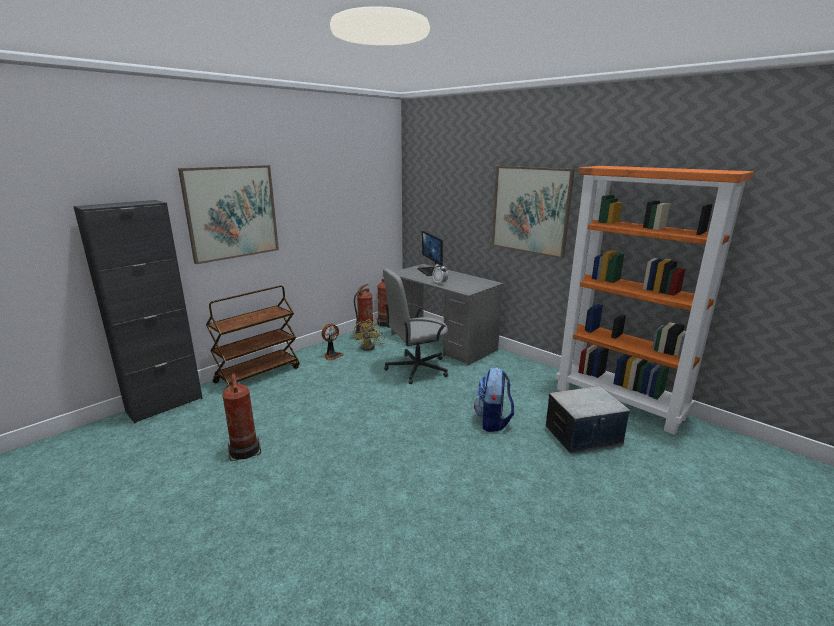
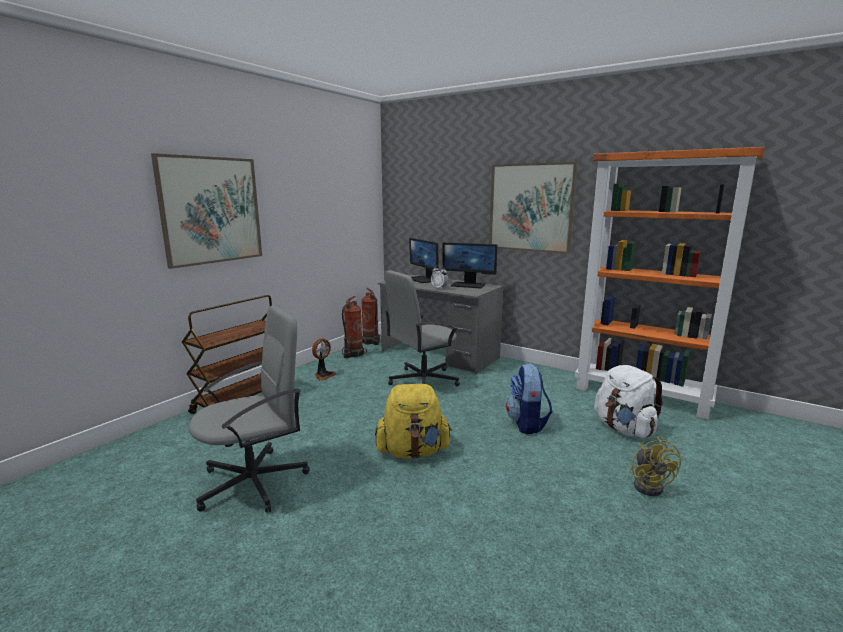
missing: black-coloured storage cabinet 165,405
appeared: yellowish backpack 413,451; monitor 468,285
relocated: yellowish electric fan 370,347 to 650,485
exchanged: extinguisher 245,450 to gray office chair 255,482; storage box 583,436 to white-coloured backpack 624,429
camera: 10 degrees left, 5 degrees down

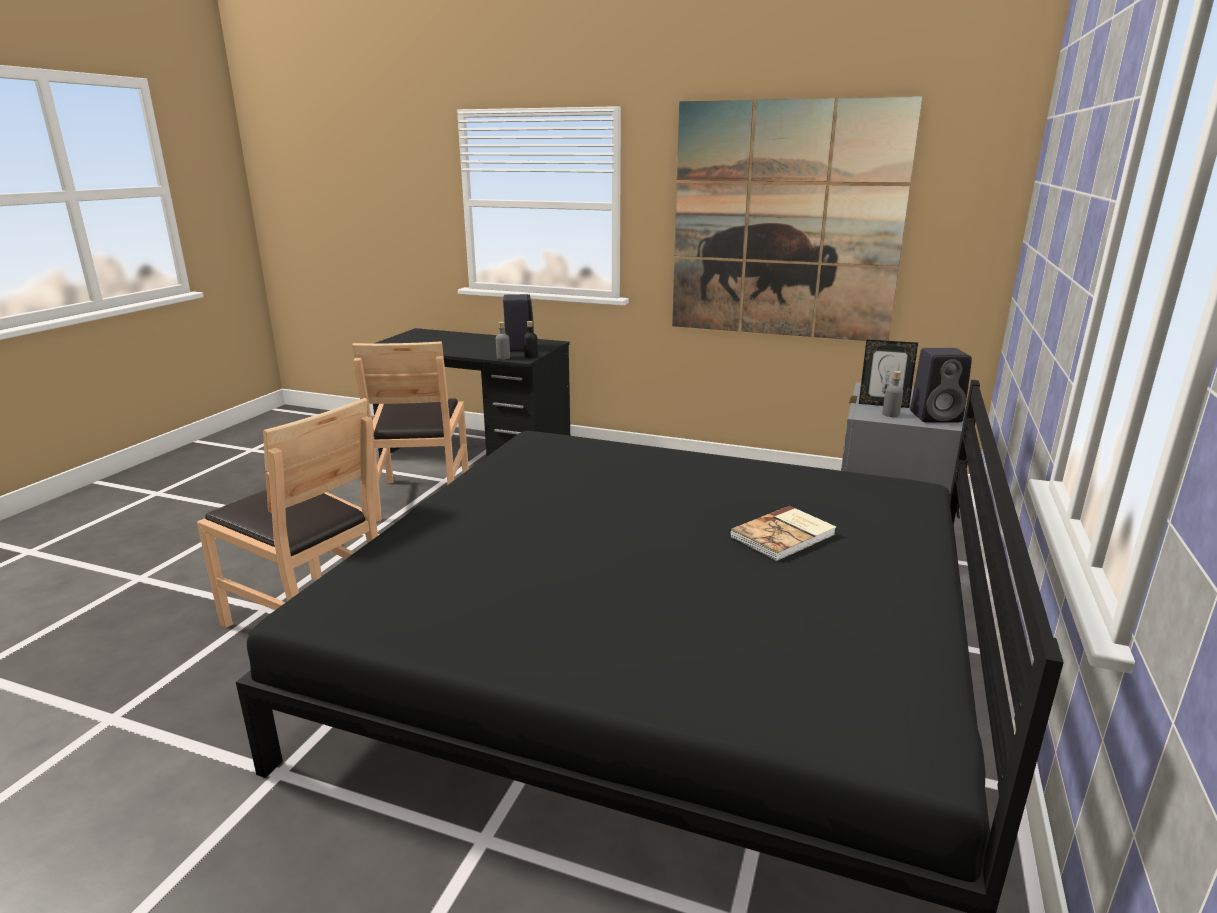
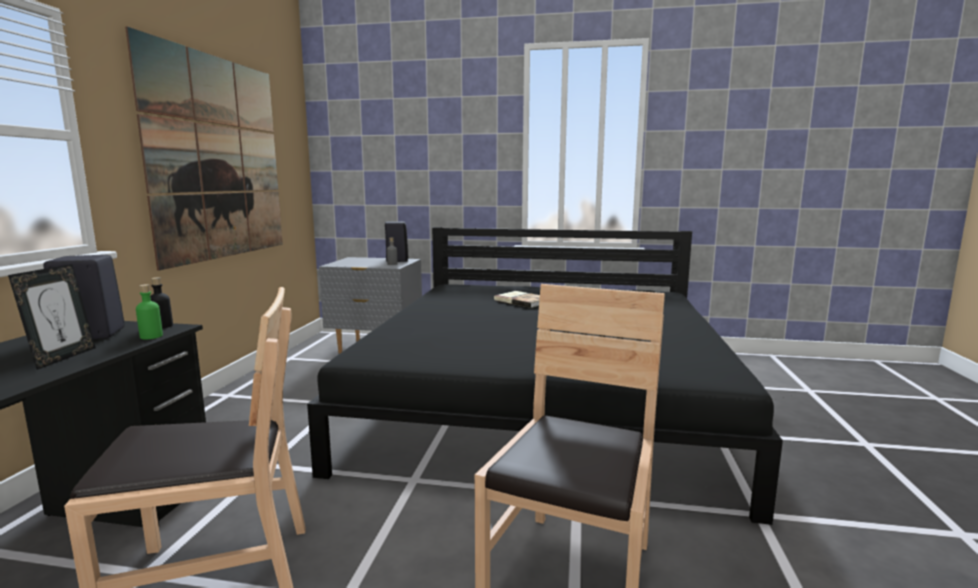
relocated: picture frame 883,404 to 62,358
colour: gray beverage bottle 503,357 to greenish beverage bottle 151,336
camera: 100 degrees left, 10 degrees down

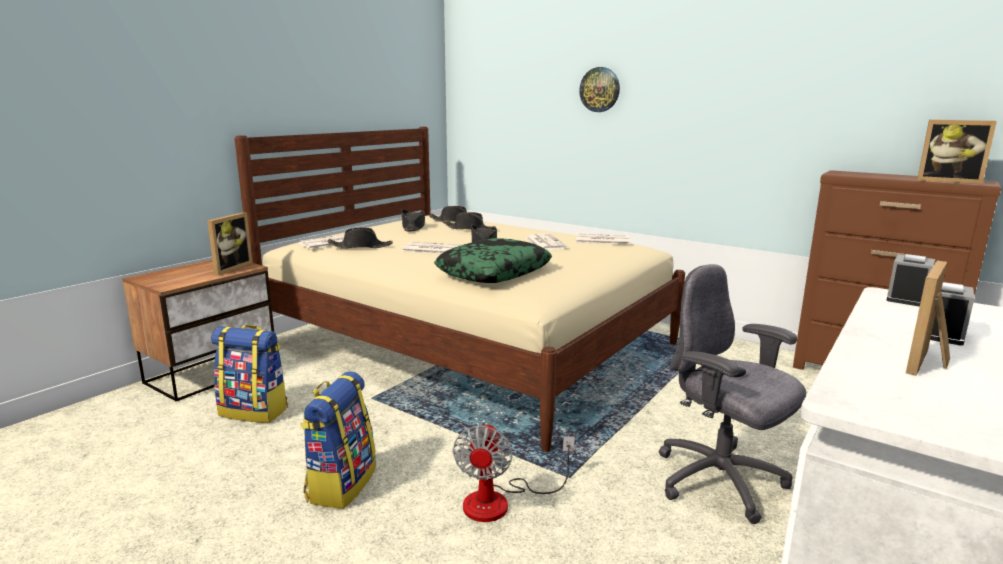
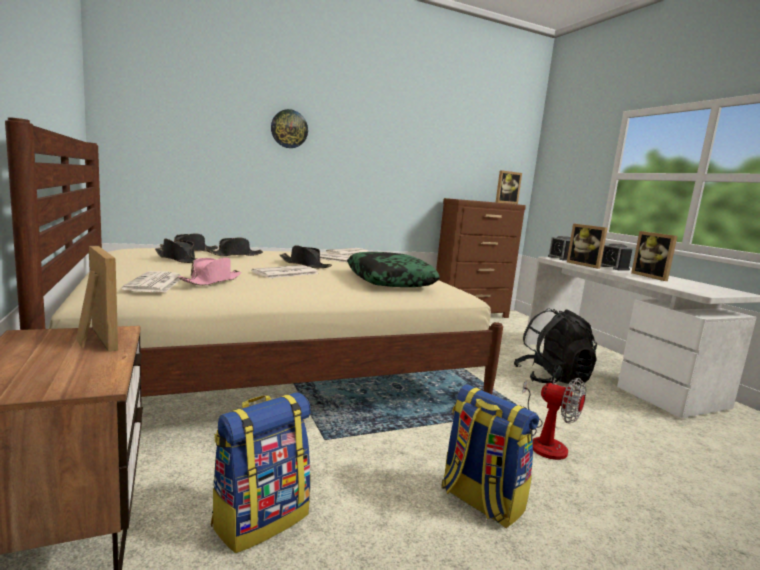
appeared: picture frame 585,265
exchanged: gray office chair 720,482 to black-coloured backpack 552,379
colour: black-coloured wearable hat 361,246 to pinkish wearable hat 212,281
camera: 60 degrees left, 5 degrees down

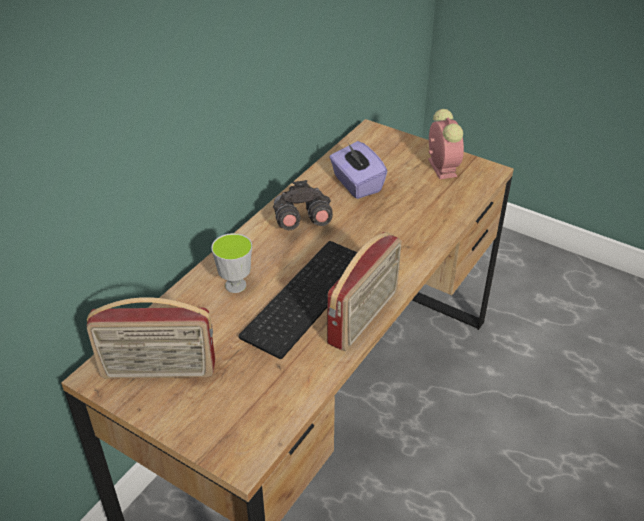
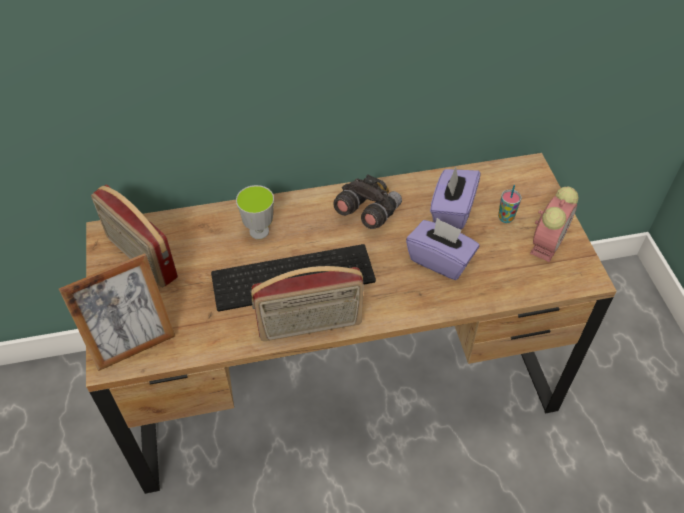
appeared: picture frame 133,344; purplish box of tissues 440,260; small cup 505,218
camera: 45 degrees right, 10 degrees up

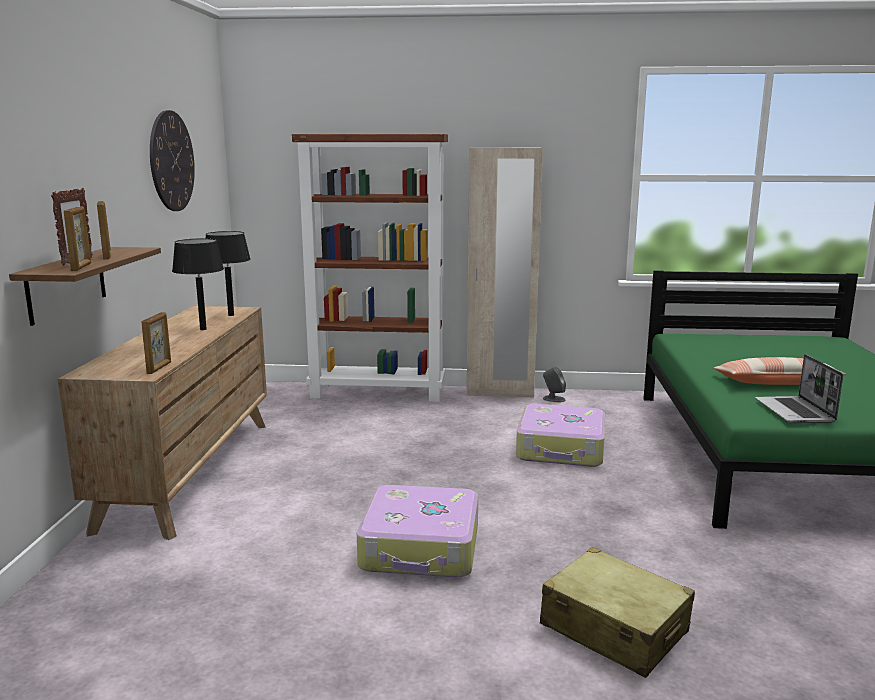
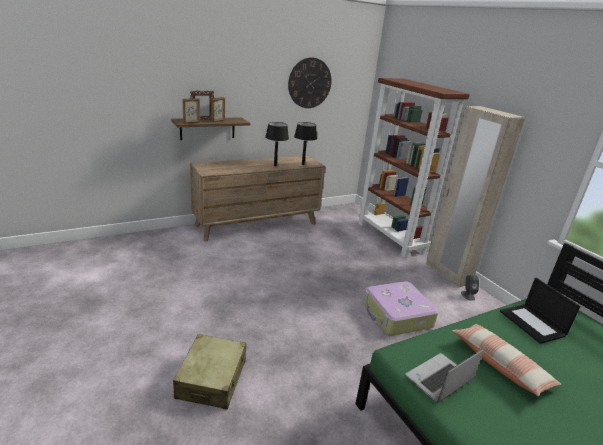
missing: picture frame 159,368; travel case 421,548
appeared: notebook computer 533,323
camera: 55 degrees right, 10 degrees up

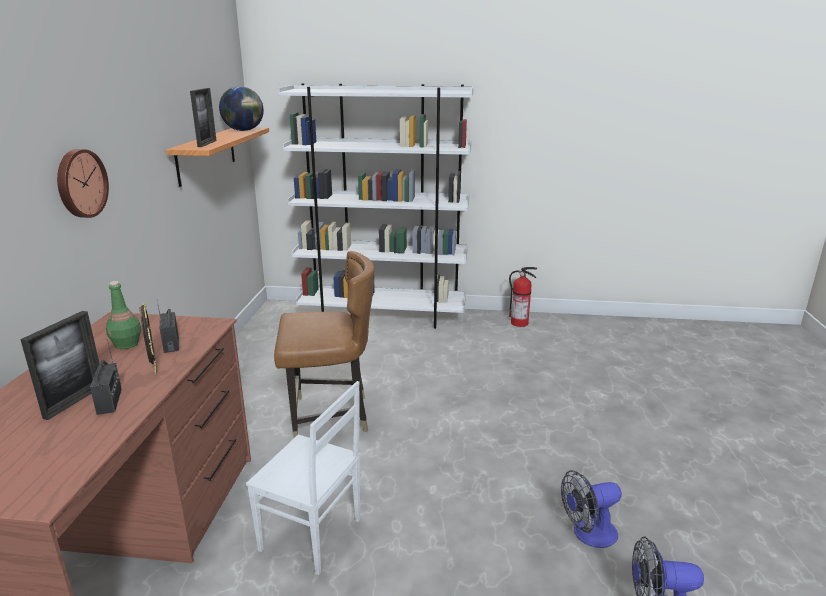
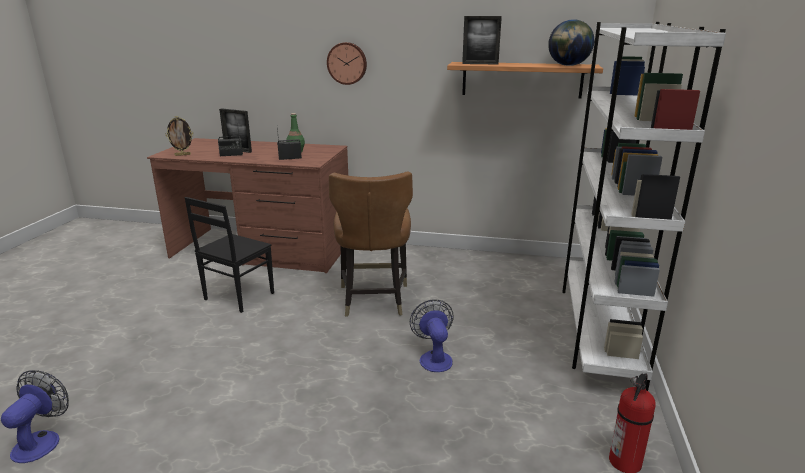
relocated: picture frame 154,369 to 182,155; electric fan 588,534 to 434,357
colour: white-coloured plain chair 311,536 to black-coloured plain chair 237,296
camera: 95 degrees right, 0 degrees up

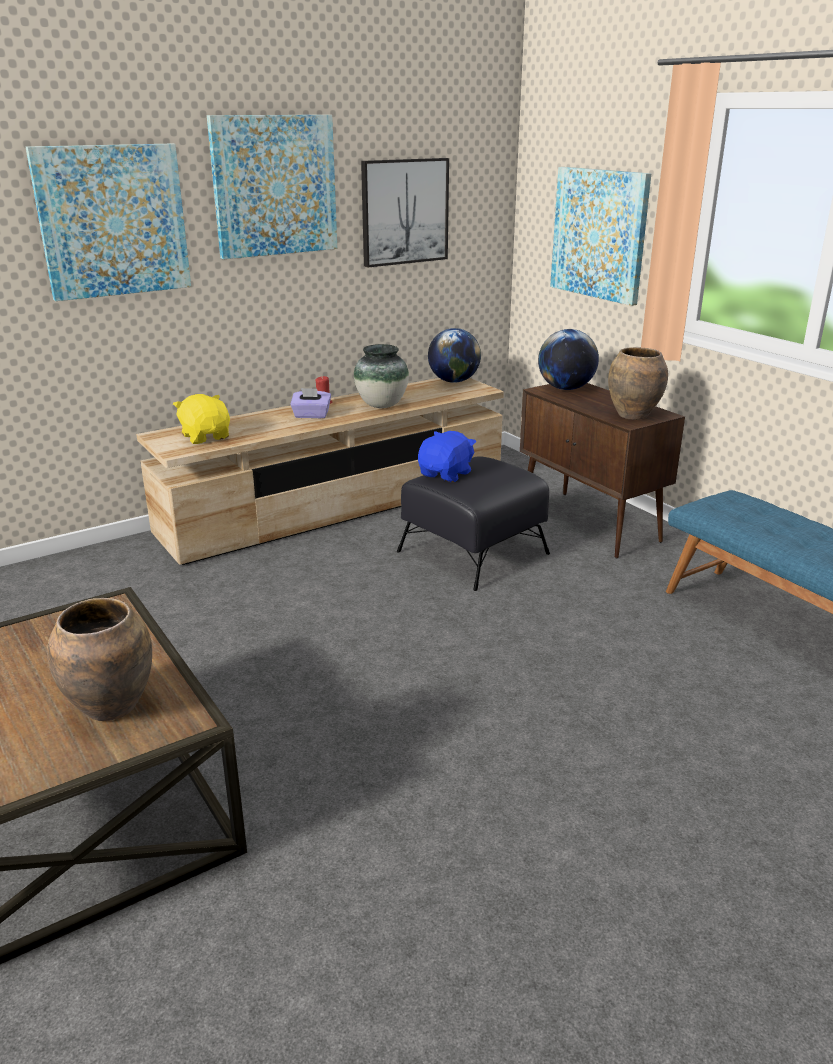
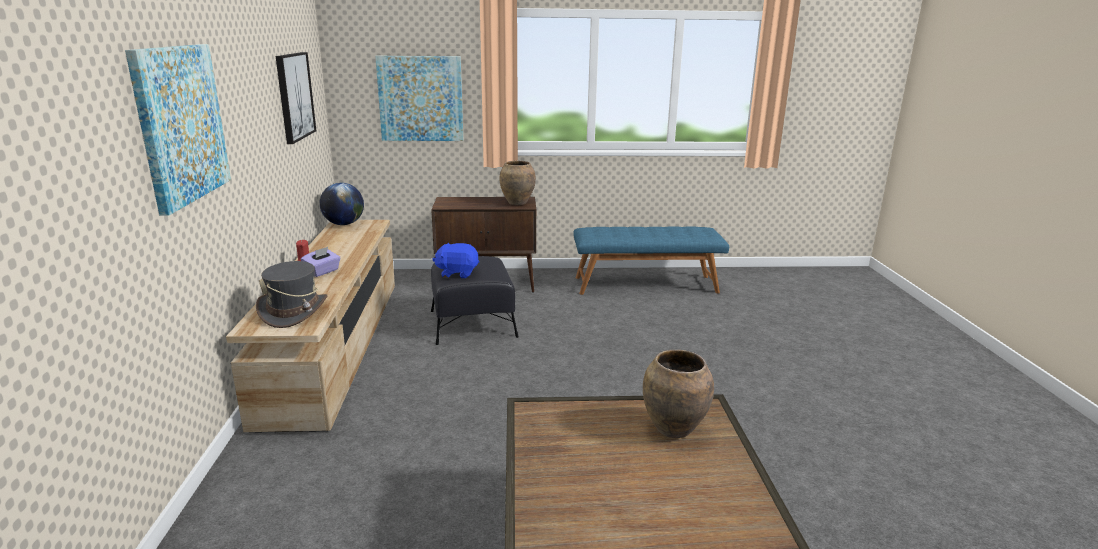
missing: wall picture 274,186; vase 381,405; globe 566,388
exchanged: yellowish plush toy 206,437 to gray wearable hat 294,312
spun: blue-coloured plush toy 446,474 = 457,273 60 degrees counterclockwise
camera: 60 degrees left, 5 degrees down

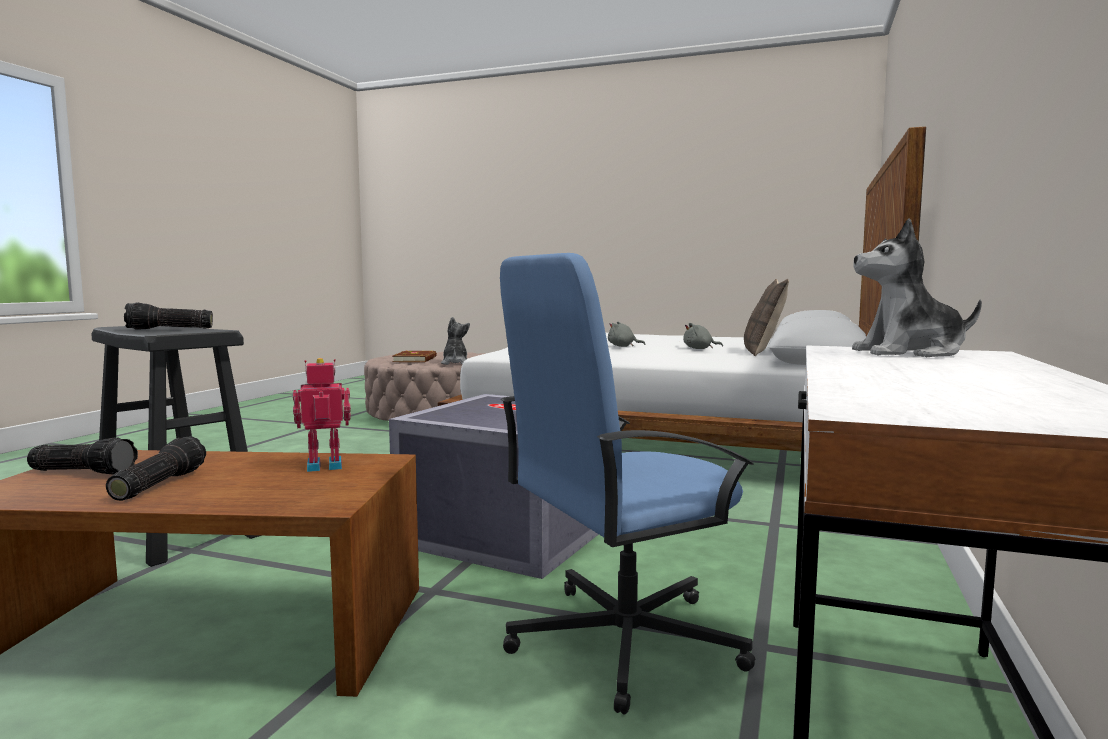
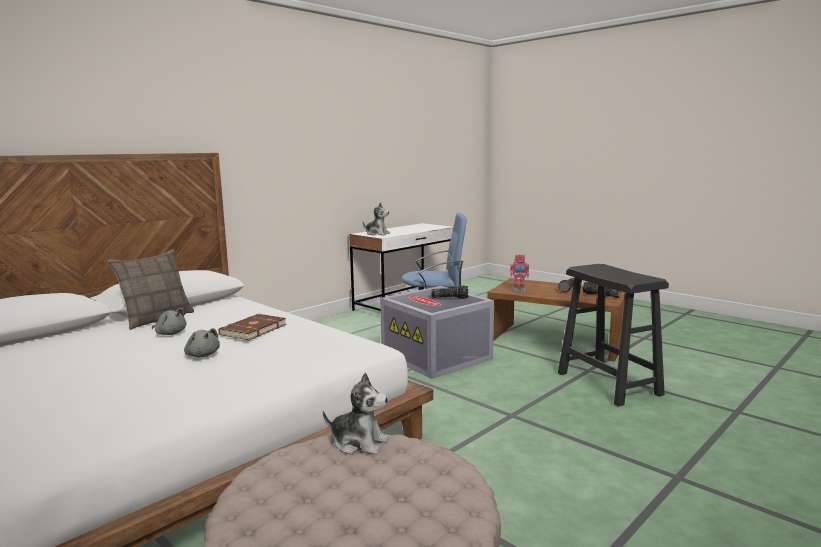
relocated: flashlight 169,329 to 450,297; brown-coloured bound book 416,359 to 252,329
spun: plush toy 455,363 = 358,443 90 degrees counterclockwise
camera: 155 degrees left, 5 degrees up

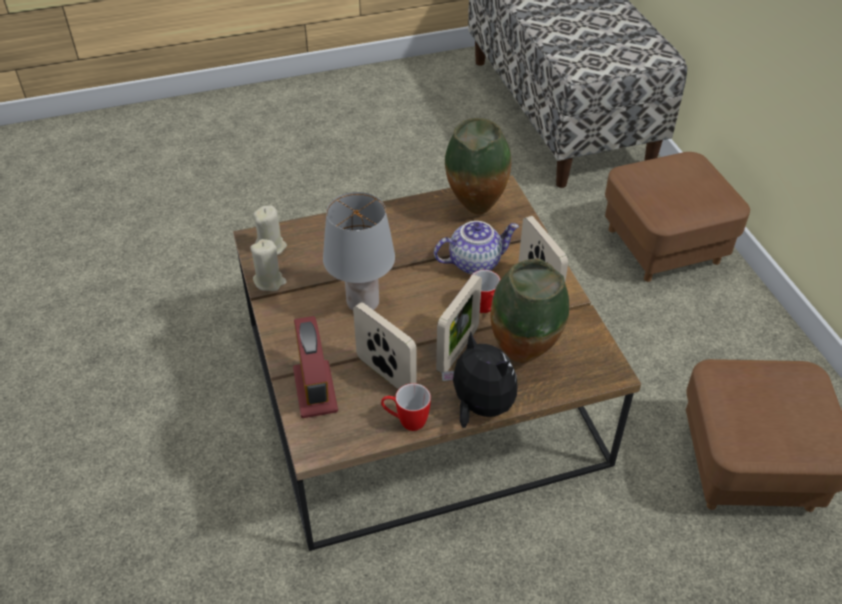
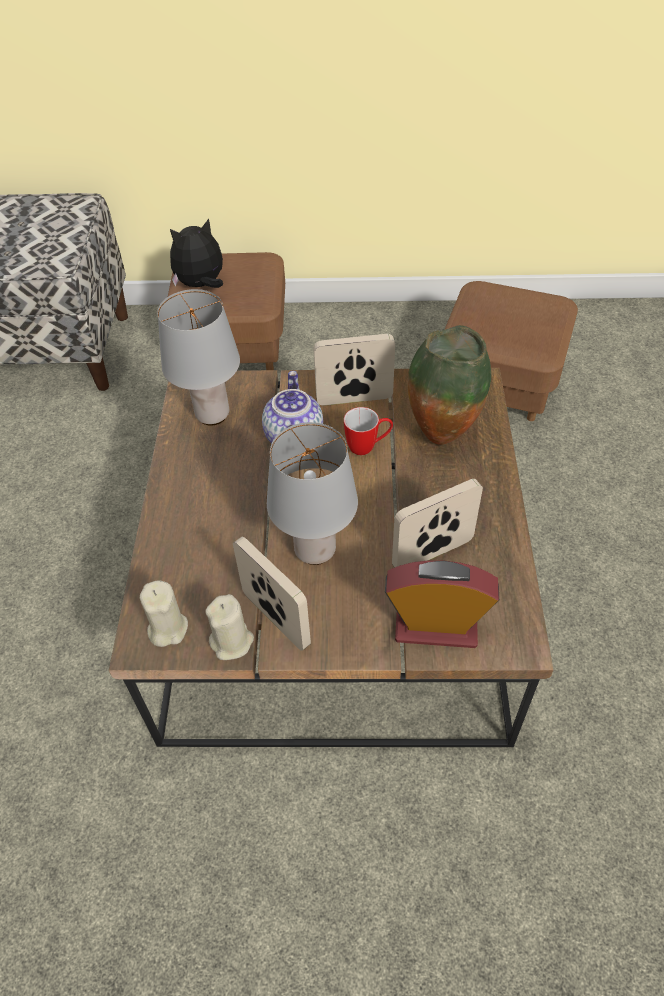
missing: coffee mug 406,421
relocated: picture frame 457,350 to 276,619; plush toy 479,407 to 201,285
exchanged: vase 475,211 to gray lamp for a table 212,415
camera: 70 degrees left, 5 degrees up

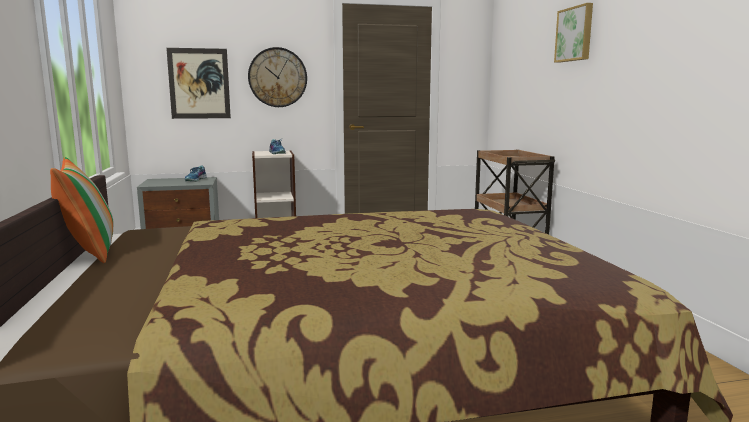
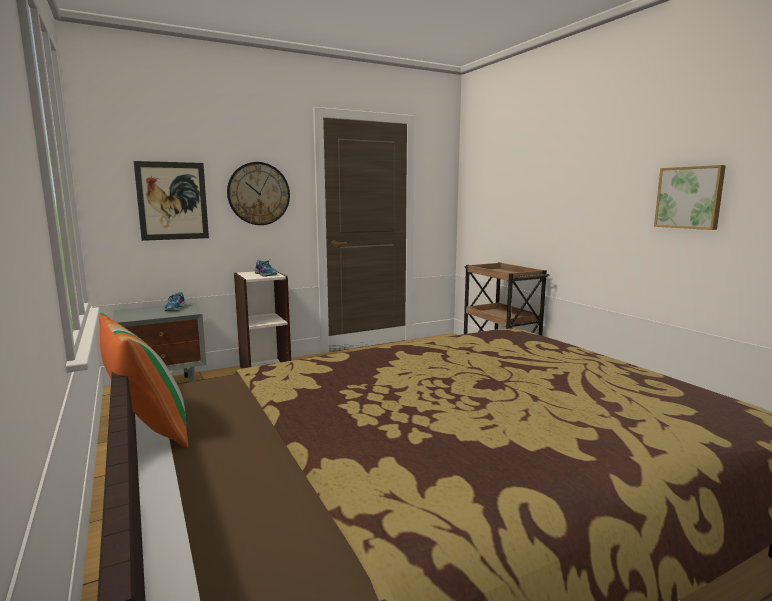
relocated: wall picture 575,34 to 689,197
camera: 15 degrees left, 0 degrees up

